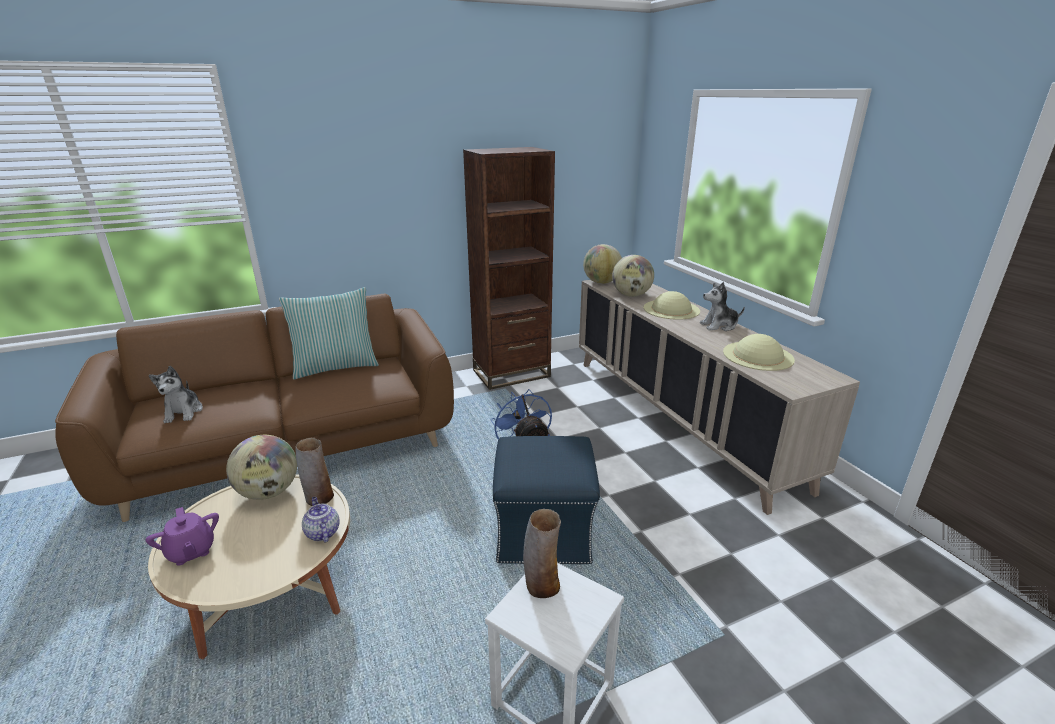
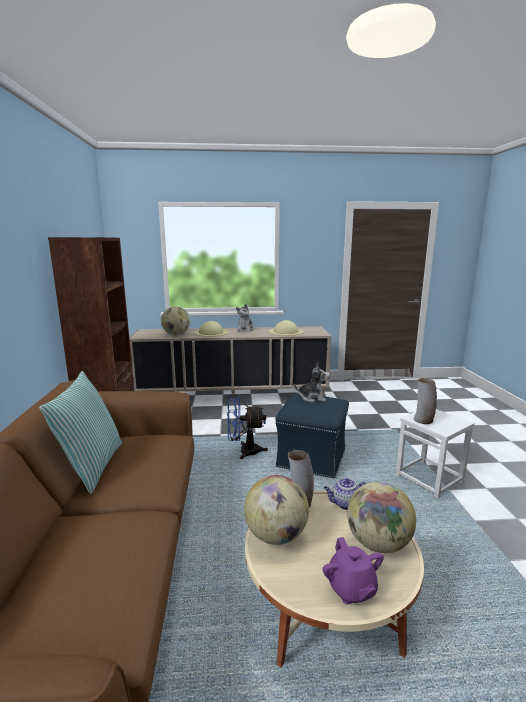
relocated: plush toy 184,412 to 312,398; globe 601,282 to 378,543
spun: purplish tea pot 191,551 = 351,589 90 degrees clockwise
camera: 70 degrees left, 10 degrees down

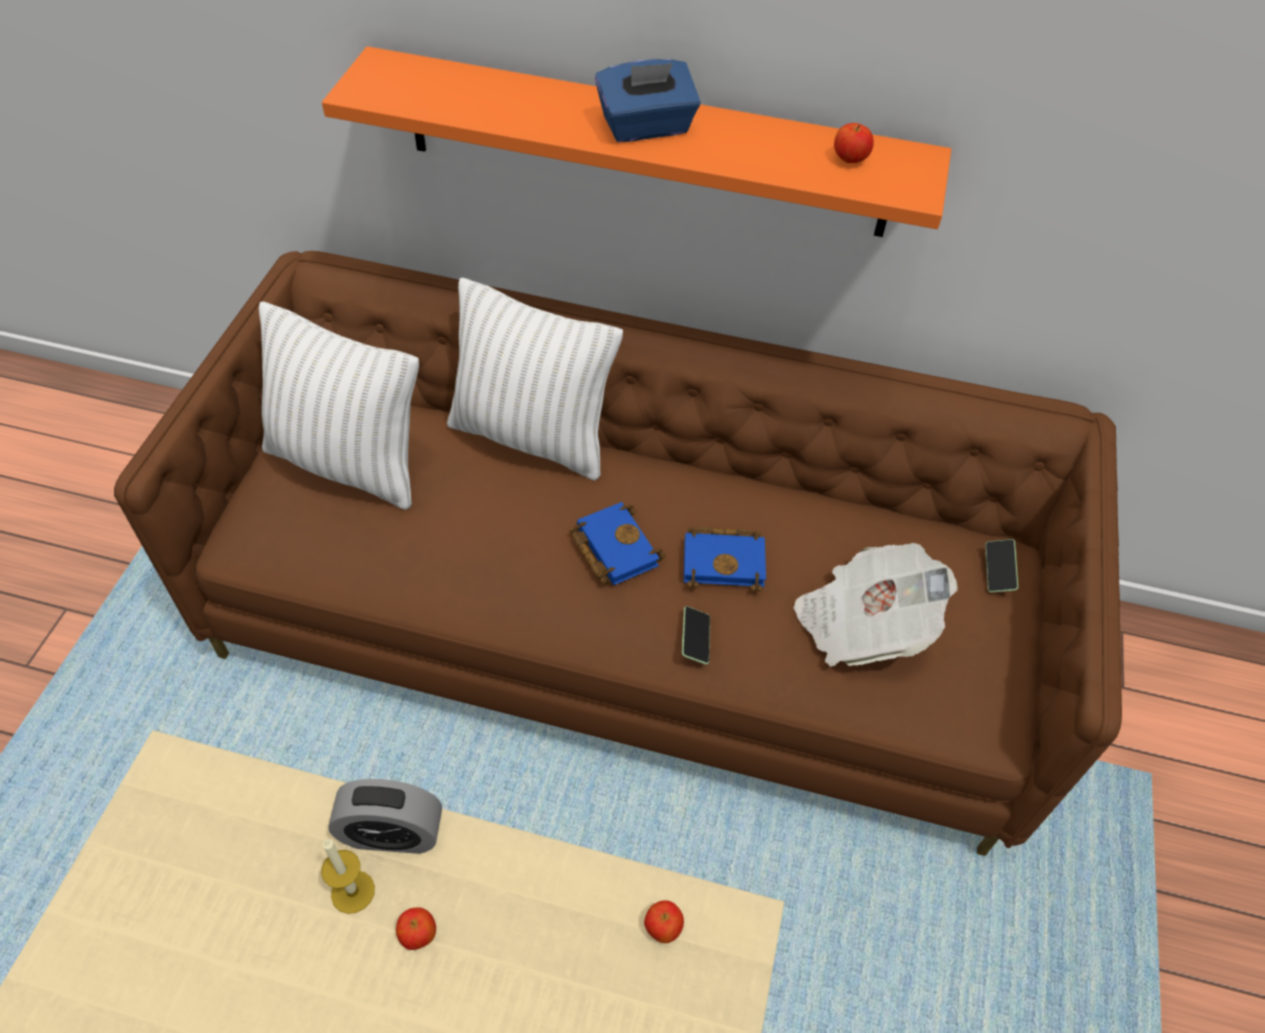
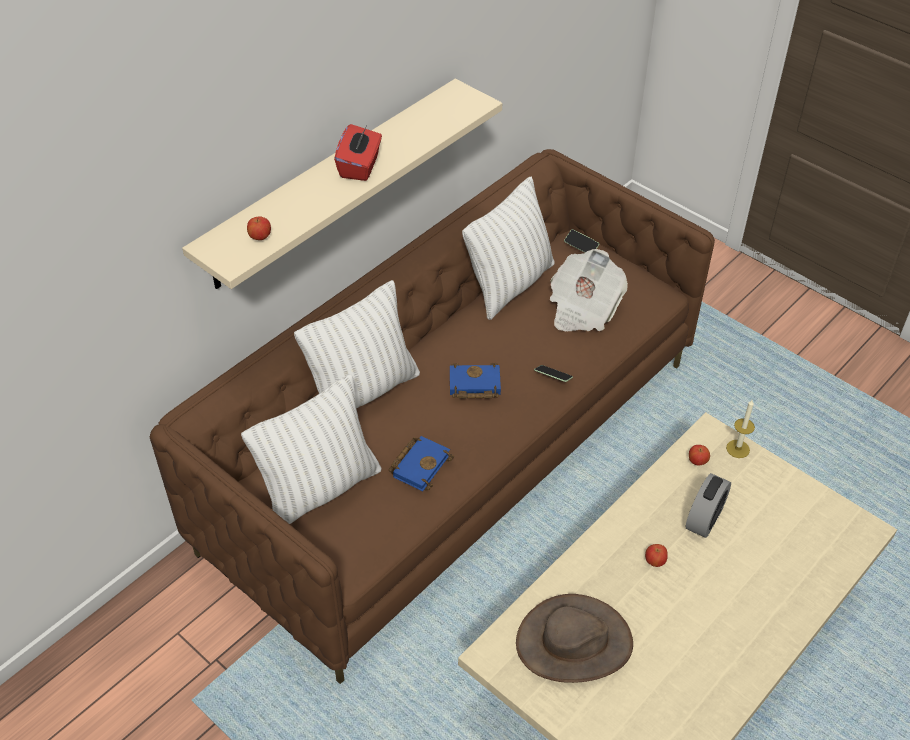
appeared: white-coloured throw pillow 510,285; brown-coloured wearable hat 574,643
relocated: wax candle 353,891 to 738,449; alarm clock 392,833 to 704,519; blue-coloured bound book 725,561 to 420,464; whole apple 850,160 to 260,237
colour: orange-coloured shelf 645,144 to beige-coloured shelf 332,183; blue-coloured box of tissues 646,127 to red-coloured box of tissues 360,166
camera: 60 degrees left, 5 degrees down

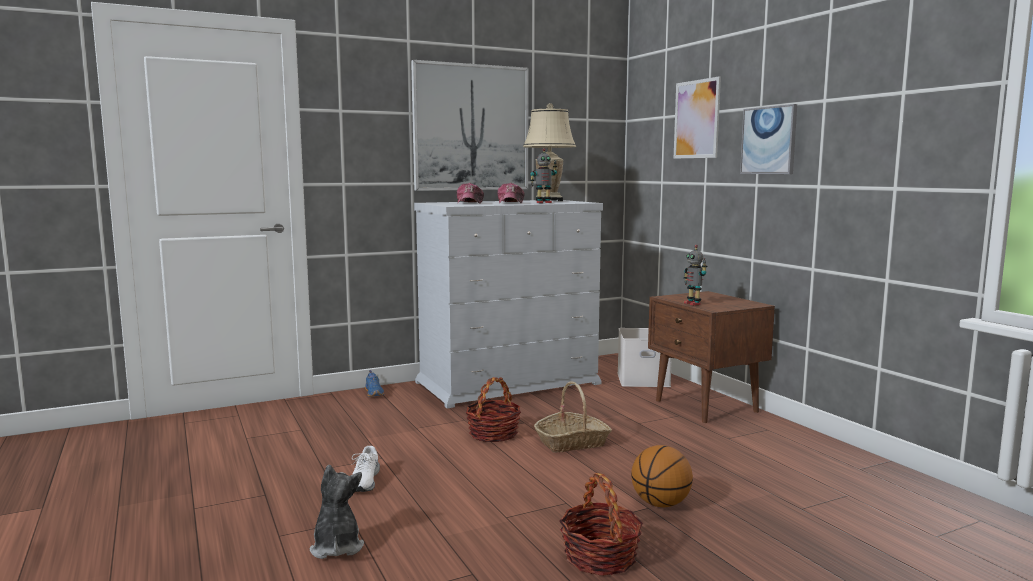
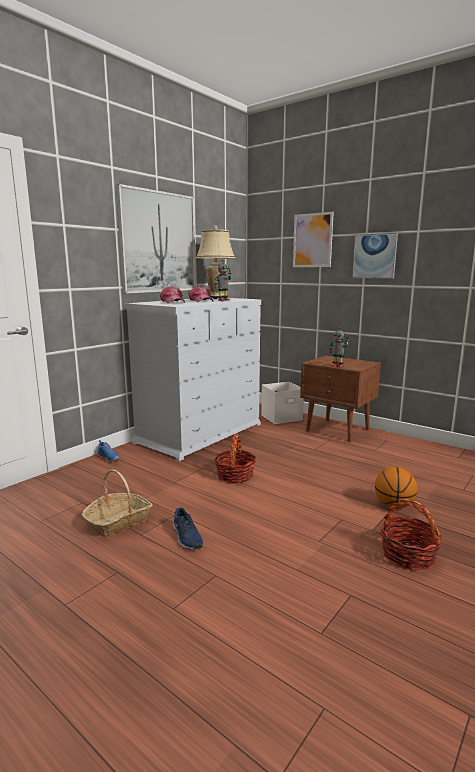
missing: plush toy 336,547
relocated: basket 572,442 to 118,521
colour: white-coloured shoe 364,481 to blue-coloured shoe 186,538
camera: 25 degrees left, 5 degrees up

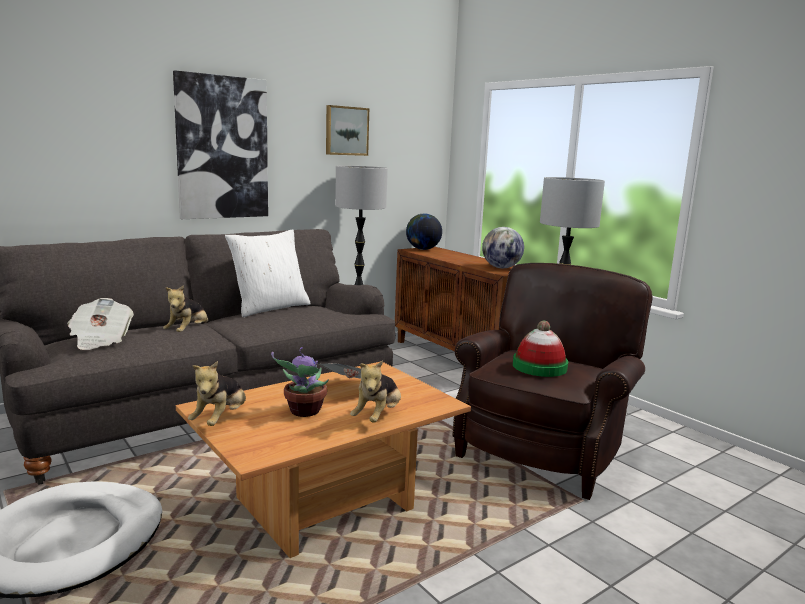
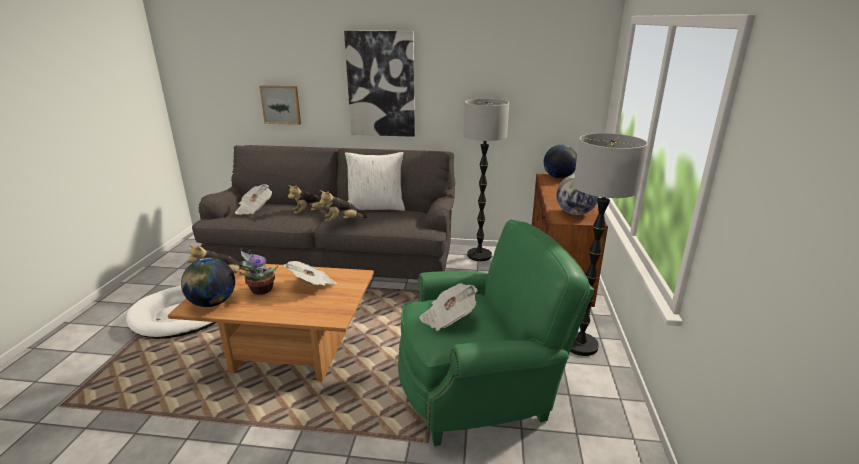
appeared: globe 212,303
relocated: wall picture 346,131 to 281,104; plush toy 377,417 to 342,221
exchanged: wearable hat 539,367 to daily paper 447,319
colour: brown-coloured easy chair 543,448 to greenish easy chair 479,388
camera: 45 degrees right, 10 degrees up

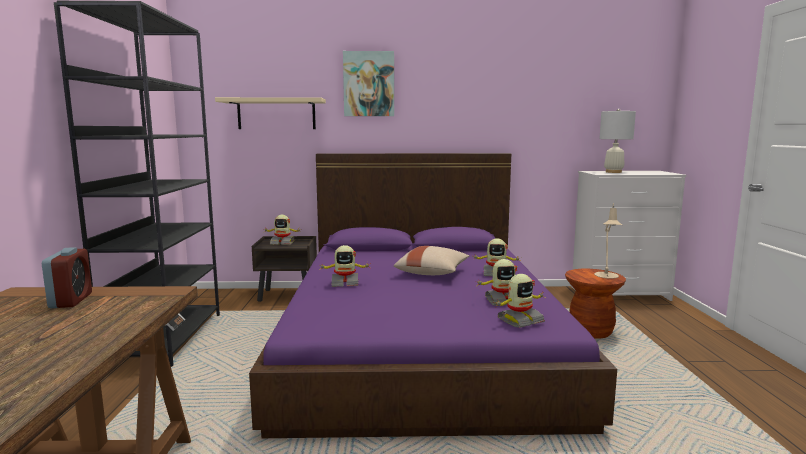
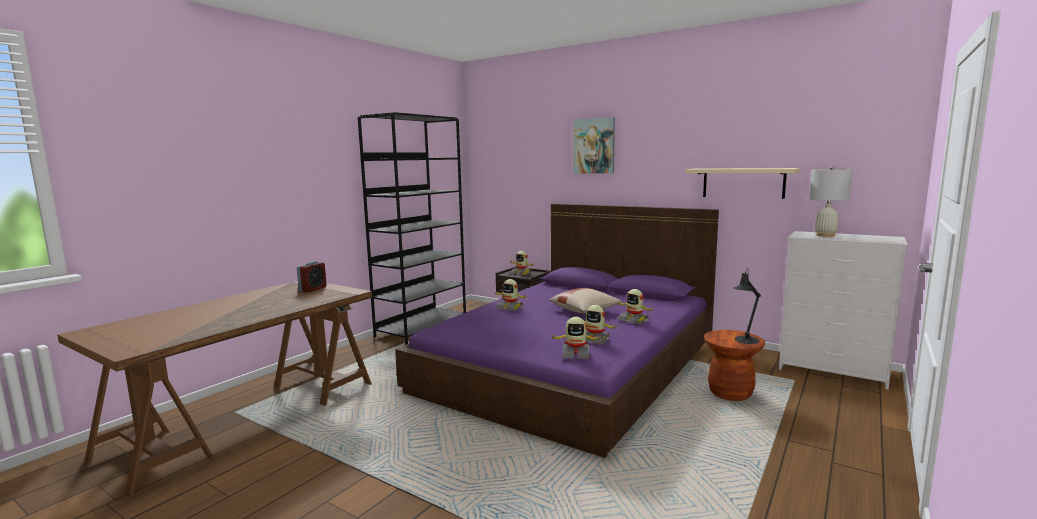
relocated: beige-coloured shelf 276,114 to 743,183
colour: beige-coloured lamp for a table 606,276 to black-coloured lamp for a table 745,340
camera: 35 degrees right, 0 degrees up

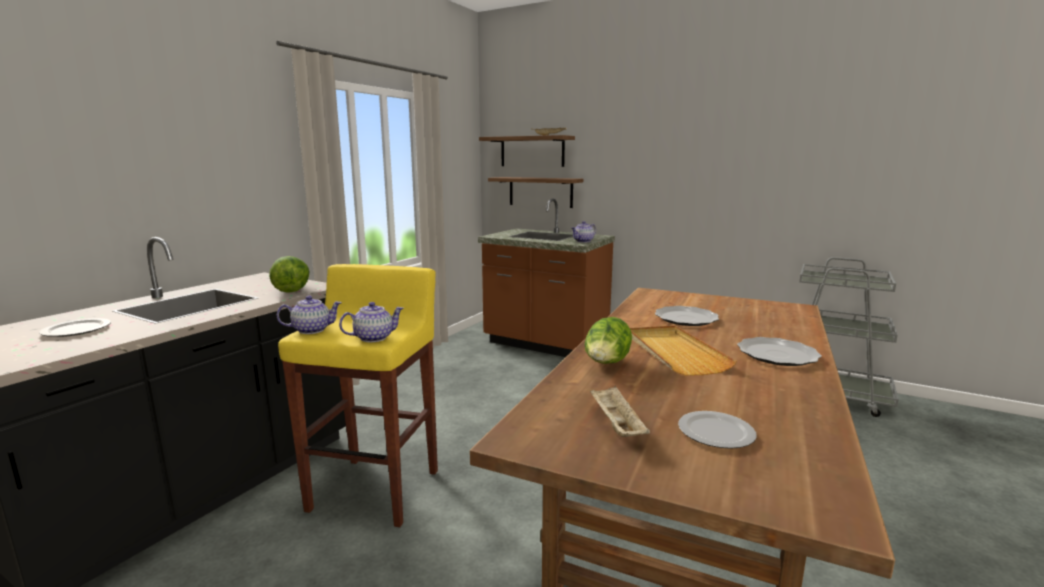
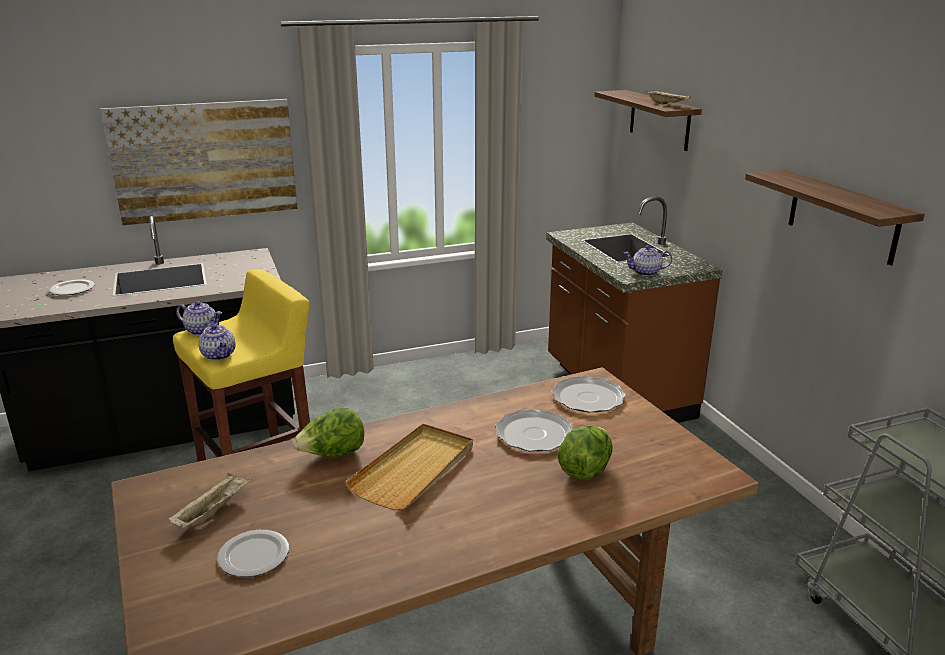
appeared: wall picture 205,161
relocated: lettuce head 292,290 to 585,470; shelf 540,192 to 842,216; flat dish 777,354 to 588,397
spun: tea pot 374,338 = 219,355 45 degrees clockwise
camera: 40 degrees right, 10 degrees up

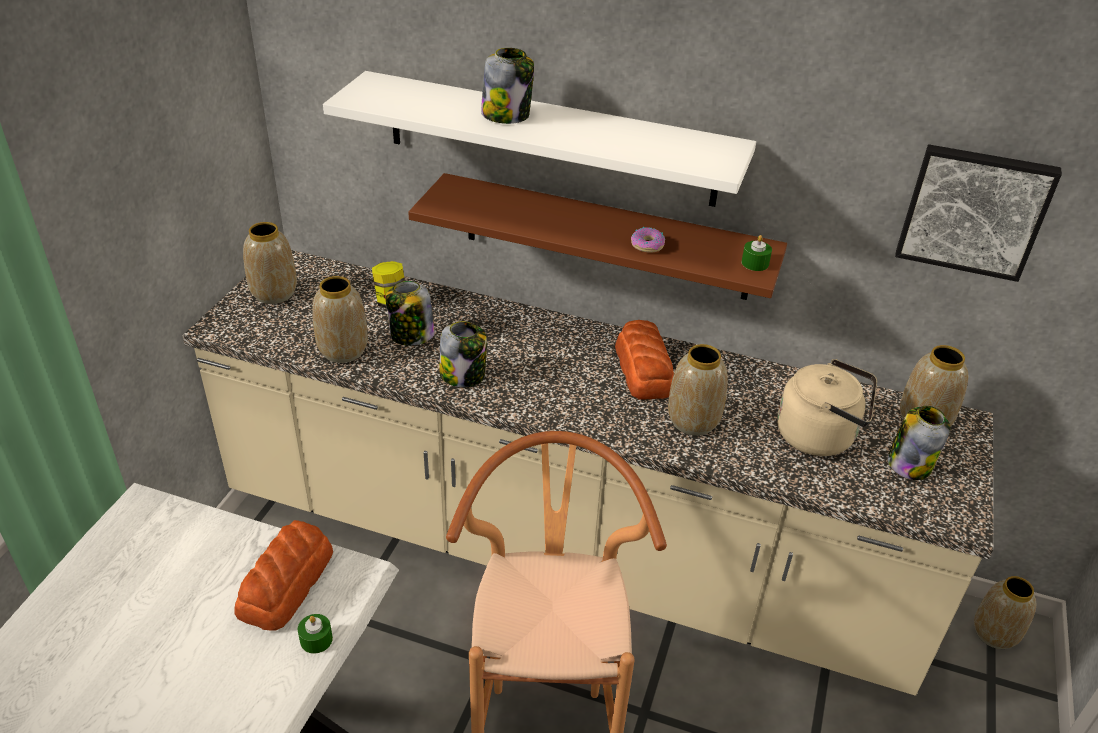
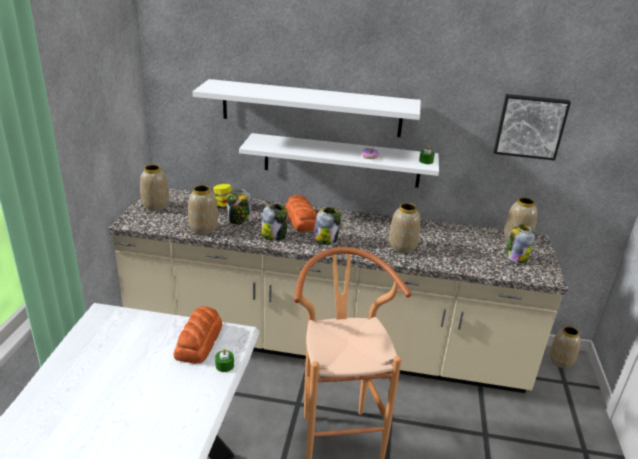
missing: beige-coloured kettle 820,436
relocated: jar 506,115 to 326,239; bakery bread 644,369 to 301,219
colour: brown-coloured shelf 605,237 to white-coloured shelf 341,160
camera: 10 degrees left, 10 degrees down

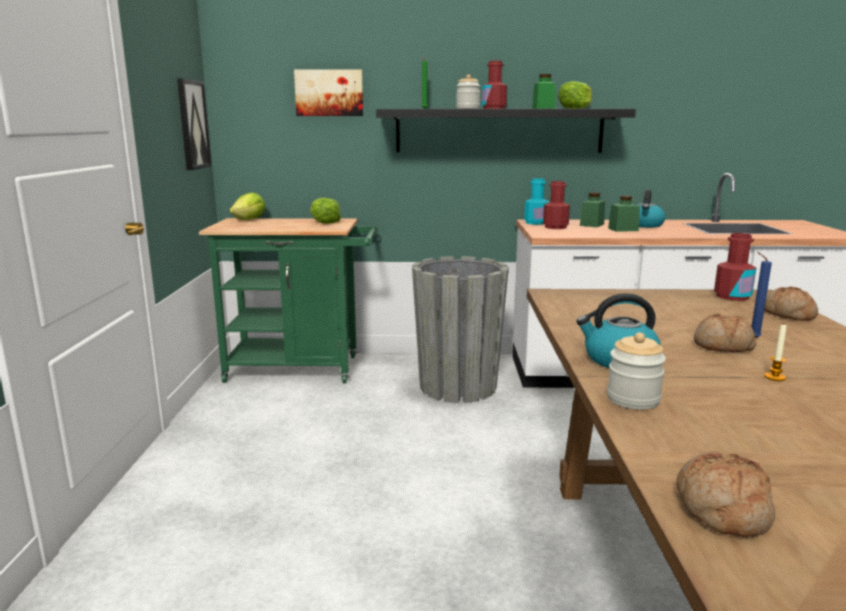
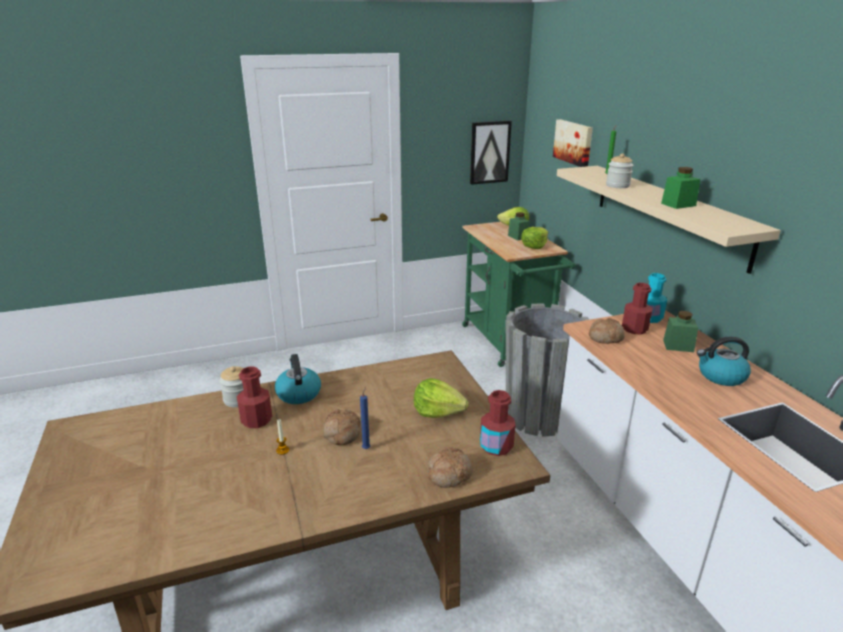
relocated: red-coloured beverage bottle 494,109 to 256,420; lettuce head 575,108 to 438,411; greenish jar 623,229 to 518,237; bakery bread 720,509 to 605,337
colour: black-coloured shelf 499,131 to beige-coloured shelf 668,213
camera: 70 degrees right, 10 degrees up

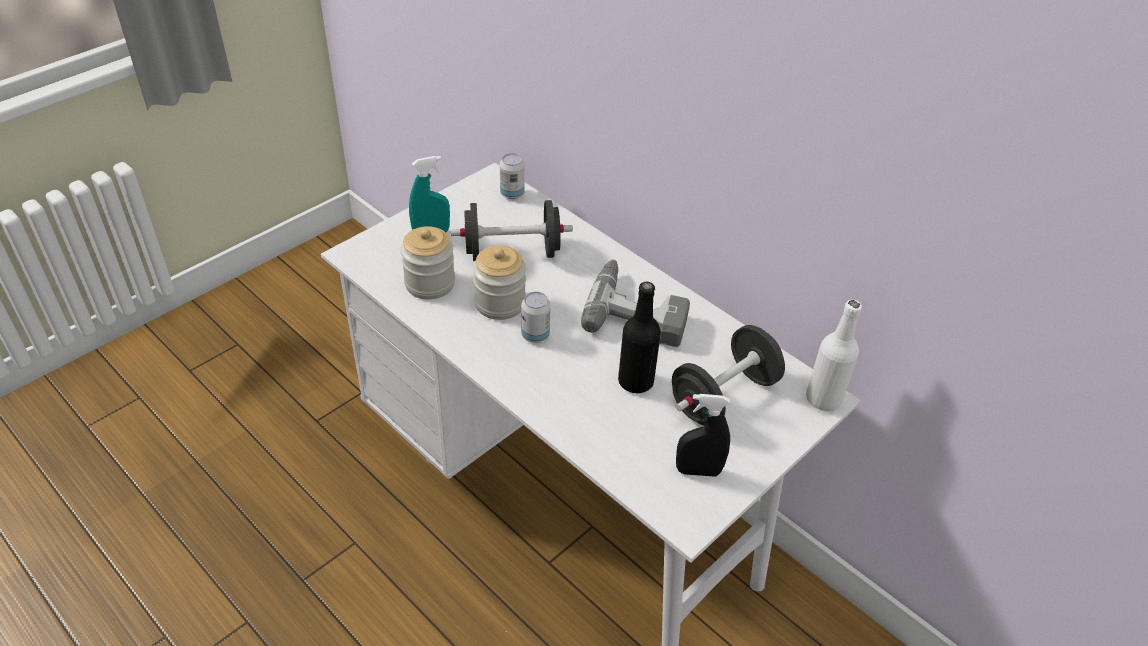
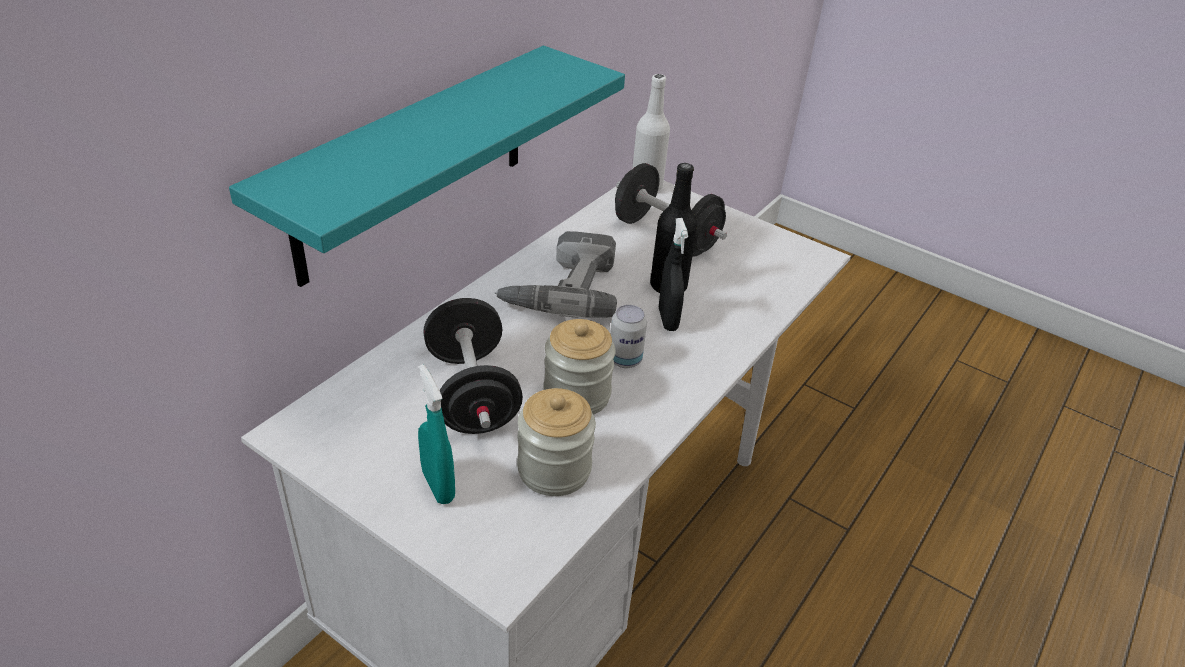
missing: can 512,194
appeared: turquoise shelf 414,163
relocated: black-coloured spray bottle 698,471 to 667,319
camera: 100 degrees left, 5 degrees down

